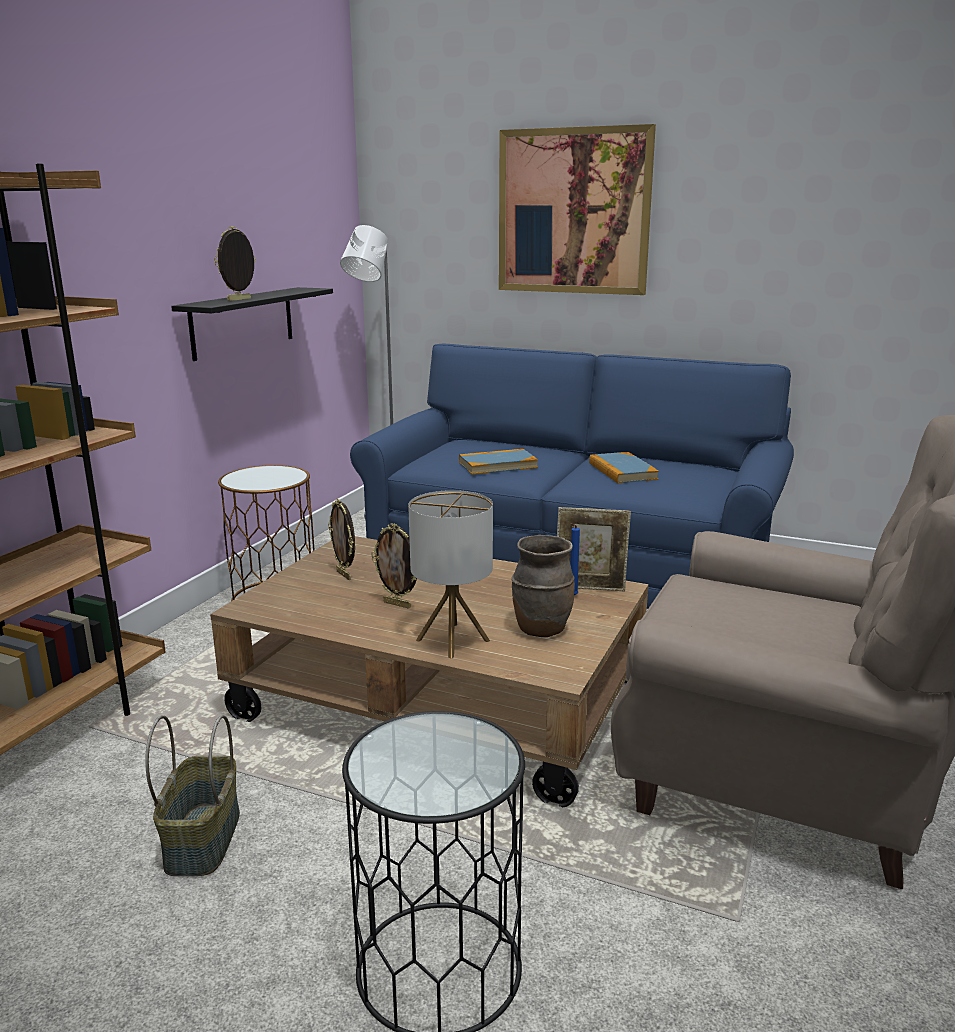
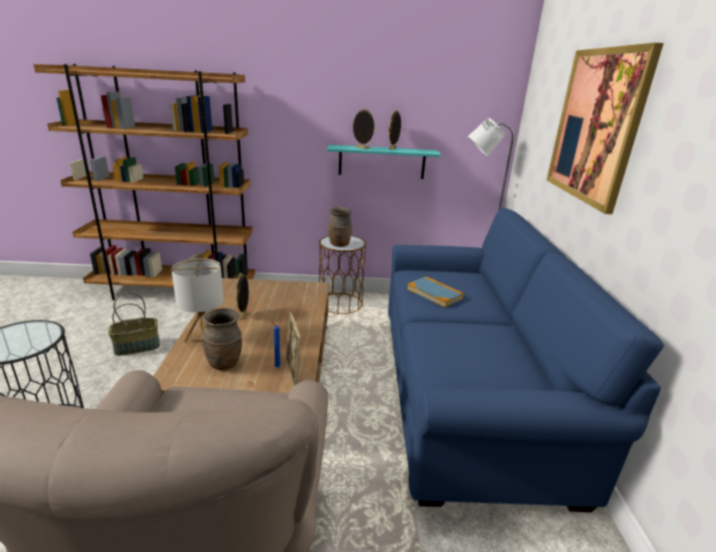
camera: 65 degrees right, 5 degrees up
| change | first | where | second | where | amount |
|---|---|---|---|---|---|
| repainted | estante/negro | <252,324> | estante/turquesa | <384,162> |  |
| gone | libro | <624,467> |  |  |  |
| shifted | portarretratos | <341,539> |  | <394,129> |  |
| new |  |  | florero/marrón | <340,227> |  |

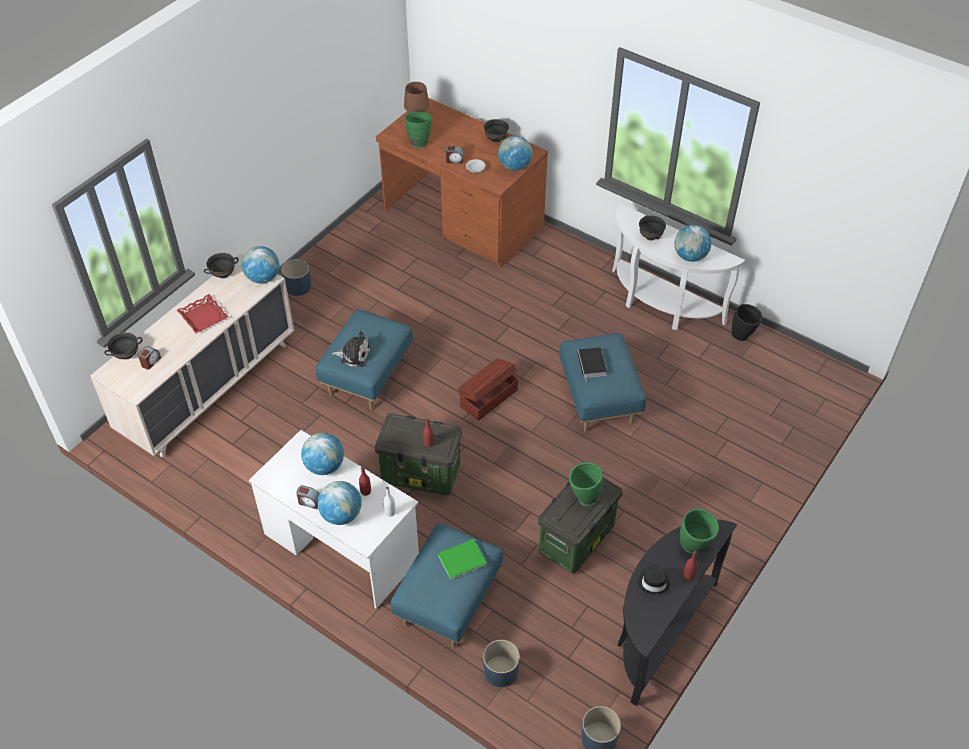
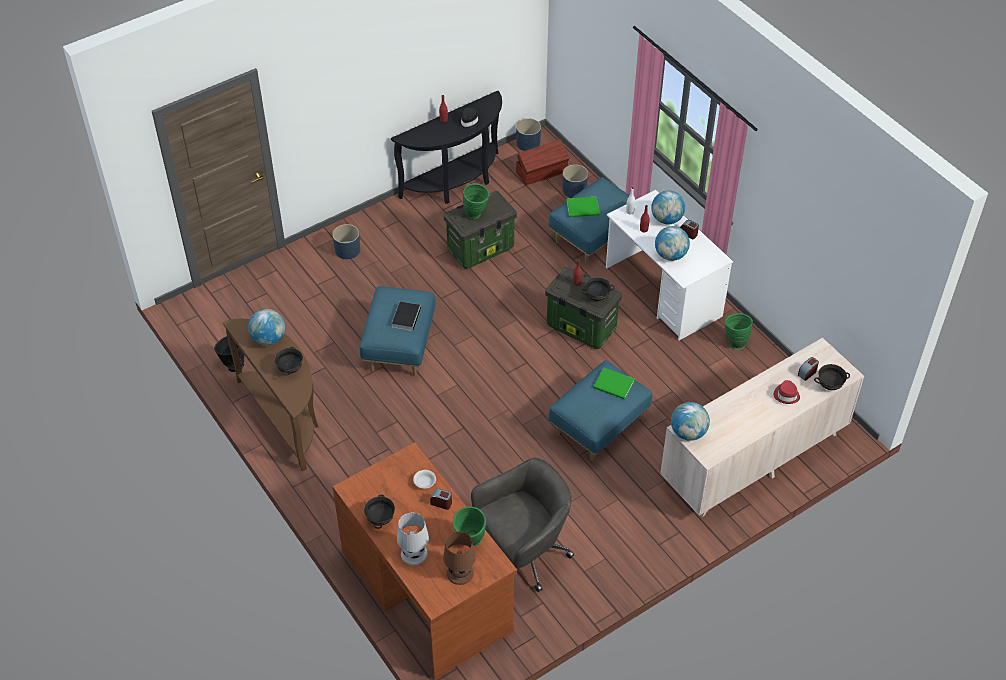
camera: 160 degrees left, 0 degrees up
| change | first | where | second | where | amount |
|---|---|---|---|---|---|
| gone | globo terráqueo | <515,153> |  |  |  |
| repainted | mesa consola/blanco | <678,266> | mesa consola/marrón | <270,395> |  |
| shifted | cuenco/negro | <221,266> |  | <598,289> |  |
| shifted | maceta/azul | <296,277> |  | <346,241> |  |
| gone | bandeja/rojo | <202,313> |  |  |  |
| swapped | peluche | <351,349> | libro/verde | <613,383> |  |
| shifted | caja de almacenaje/marrón | <487,389> |  | <542,162> |  |
| shifted | florero/verde | <699,531> |  | <739,331> |  |
| new |  |  | sombrero/rojo | <787,392> |  |
| new |  |  | silla de oficina/gris | <522,525> |  |
| new |  |  | lámpara de mesa/blanco | <413,539> |  |

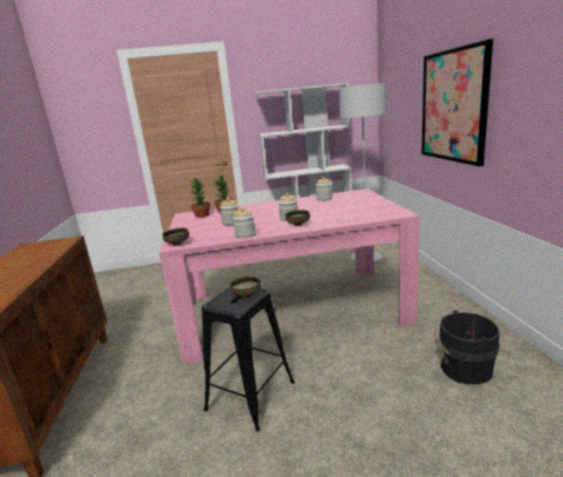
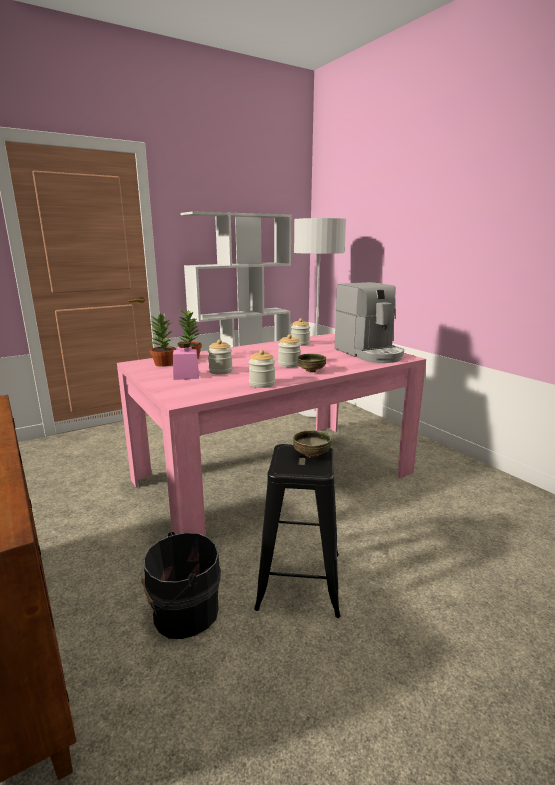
camera: 25 degrees left, 0 degrees up
| change | first | where | second | where | amount |
|---|---|---|---|---|---|
| gone | cuadro | <457,103> |  |  |  |
| gone | cuenco | <175,236> |  |  |  |
| shifted | cubo/negro | <466,347> |  | <181,585> |  |
| new |  |  | cafetera | <369,322> |  |
| new |  |  | tarro/rosa | <186,360> |  |

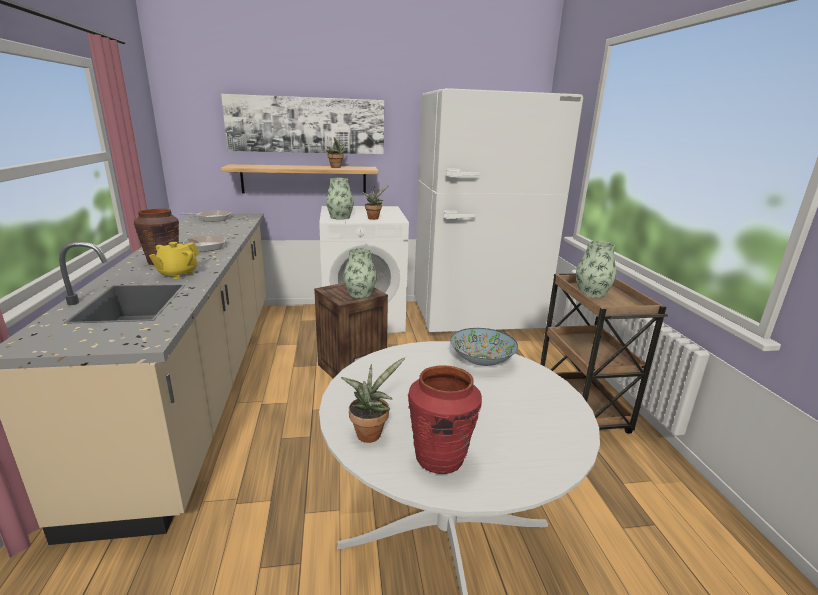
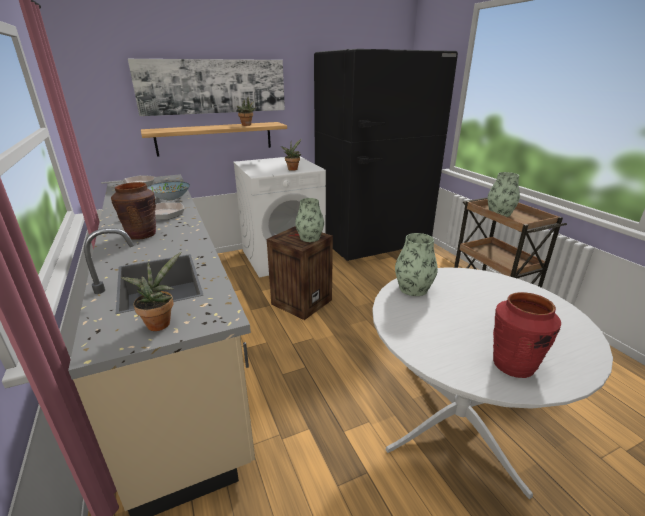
camera: 15 degrees left, 5 degrees up
| change | first | where | second | where | amount |
|---|---|---|---|---|---|
| repainted | nevera/blanco | <498,210> | nevera/negro | <386,155> |  |
| shifted | florero | <340,199> |  | <416,264> |  |
| gone | tetera/amarillo | <174,260> |  |  |  |
| shifted | cuenco | <484,347> |  | <169,190> |  |
| shifted | planta en maceta | <373,400> |  | <151,291> |  |

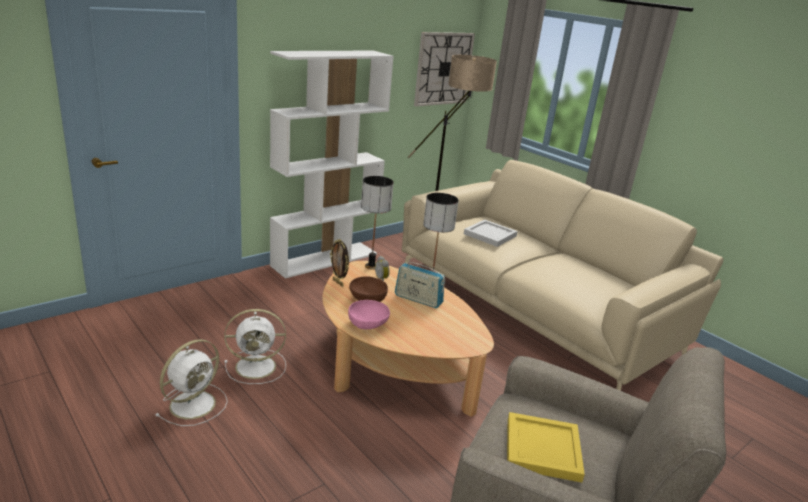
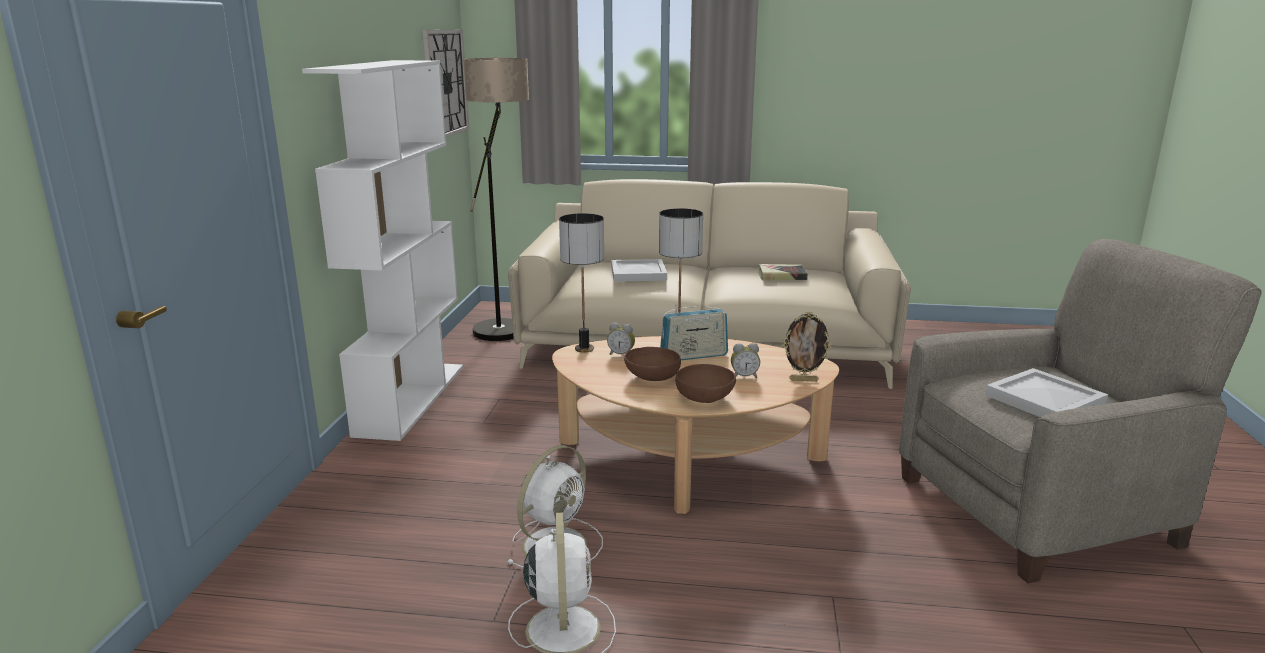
camera: 40 degrees left, 5 degrees down
| change | first | where | second | where | amount |
|---|---|---|---|---|---|
| shifted | portarretratos | <339,263> |  | <807,347> |  |
| repainted | cuenco/rosa | <369,314> | cuenco/marrón | <705,383> |  |
| repainted | bandeja/amarillo | <546,447> | bandeja/blanco | <1046,392> |  |
| new |  |  | libro | <783,272> |  |
| new |  |  | despertador | <745,360> |  |

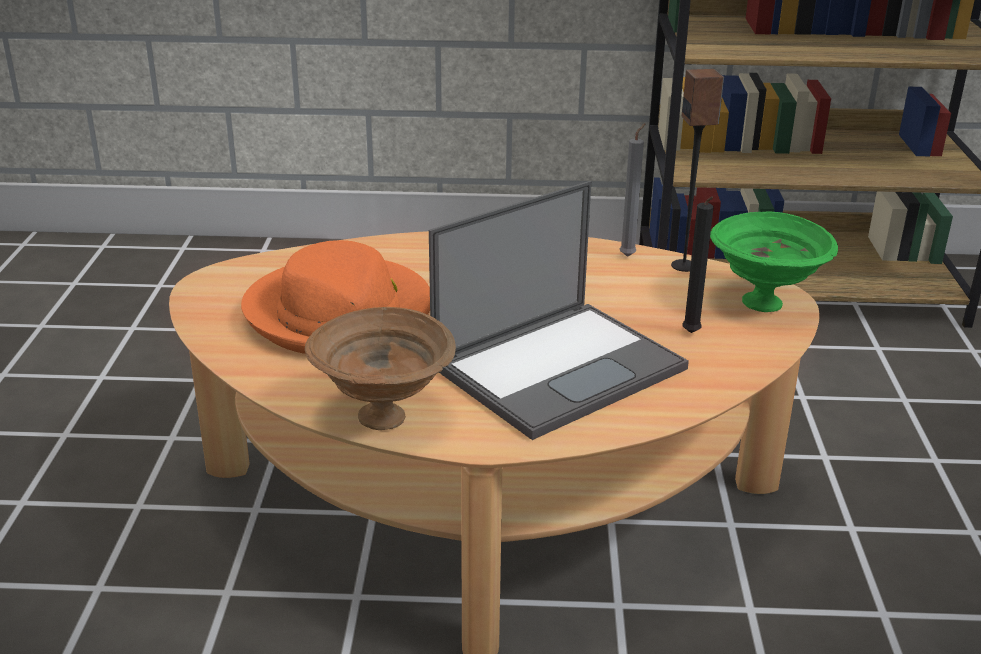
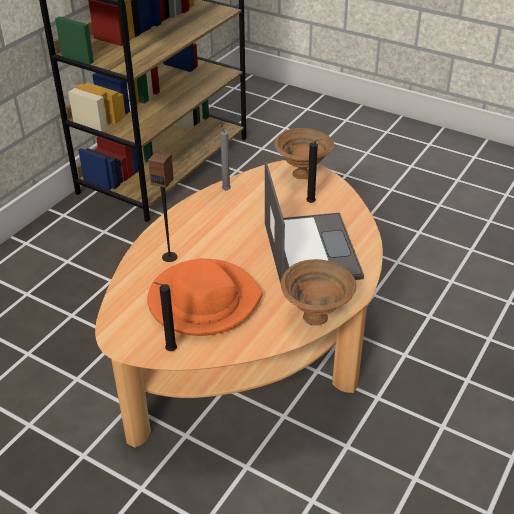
camera: 60 degrees left, 10 degrees up
| change | first | where | second | where | amount |
|---|---|---|---|---|---|
| shifted | altavoz | <697,170> |  | <162,206> |  |
| repainted | cuenco/verde | <774,261> | cuenco/marrón | <304,153> |  |
| new |  |  | vela/negro | <165,316> |  |

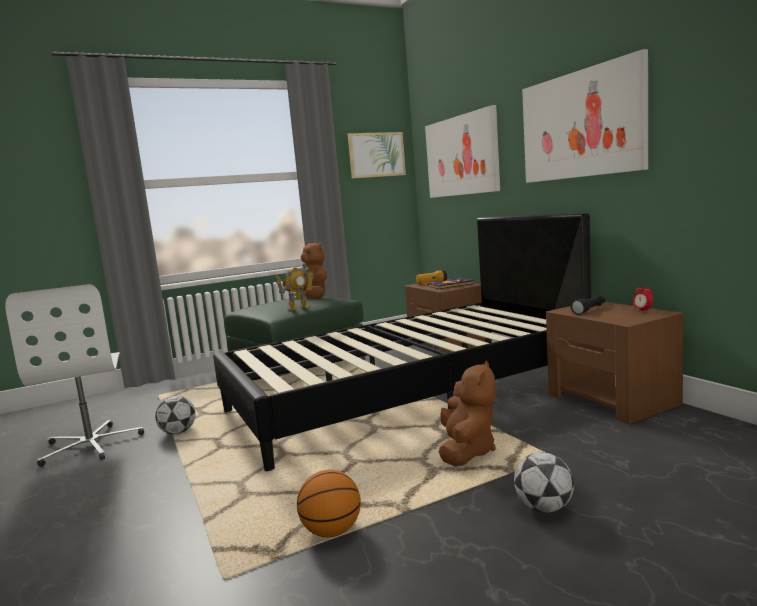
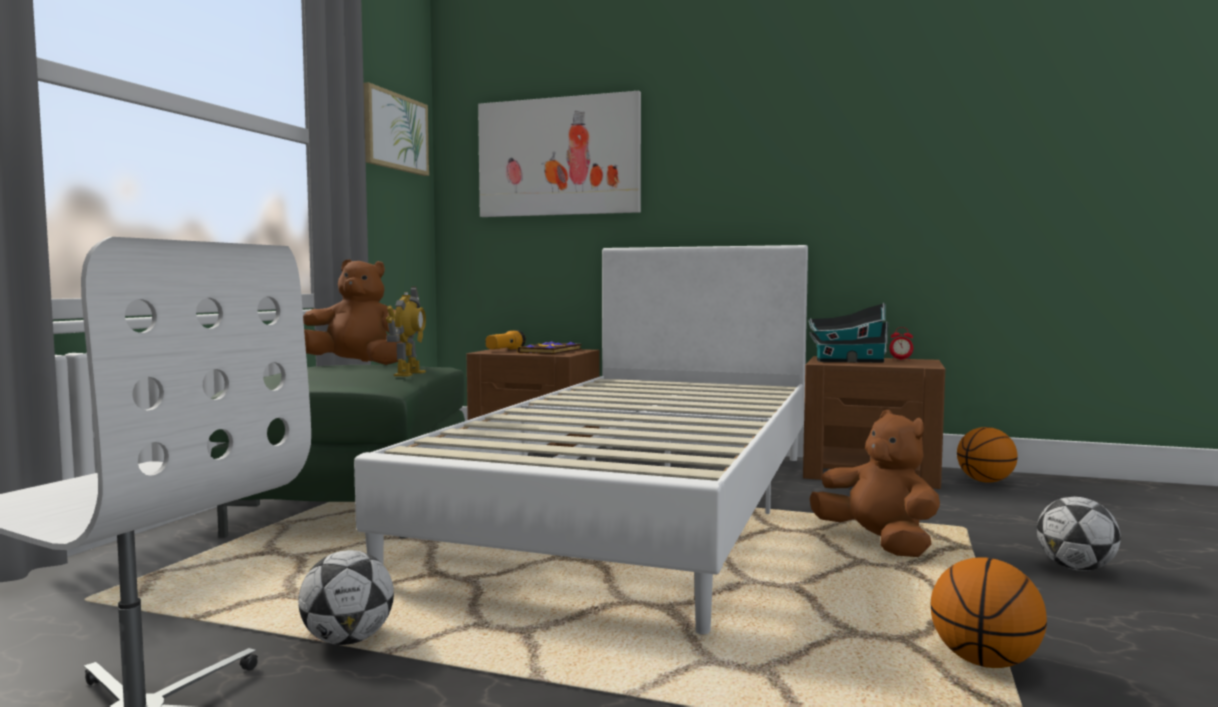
camera: 45 degrees left, 5 degrees down
| change | first | where | second | where | amount |
|---|---|---|---|---|---|
| gone | cuadro | <585,116> |  |  |  |
| repainted | cama/negro | <402,342> | cama/blanco | <581,440> |  |
| swapped | linterna/negro | <588,304> | casita | <848,332> |  |
| new |  |  | balón de baloncesto | <987,455> |  |

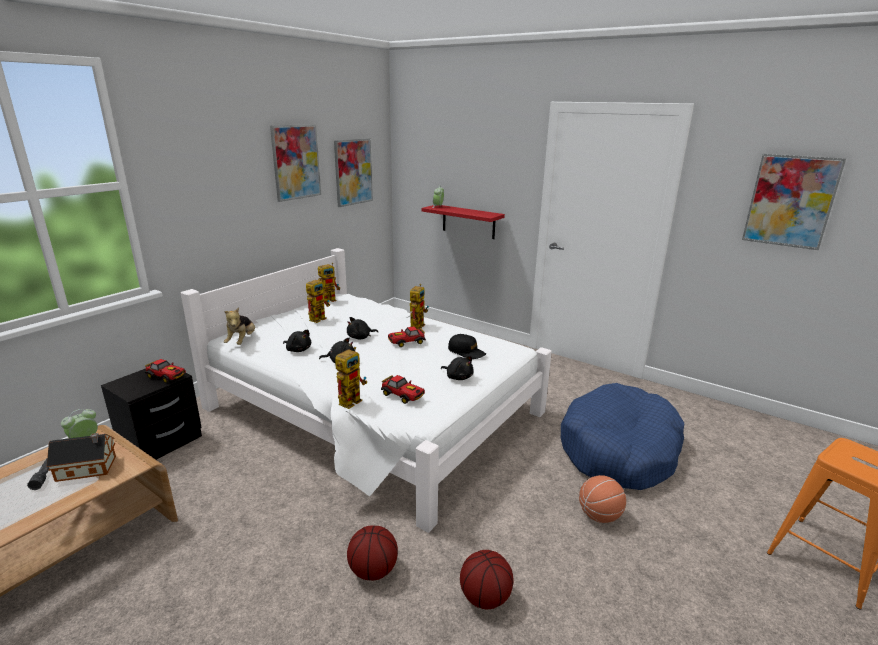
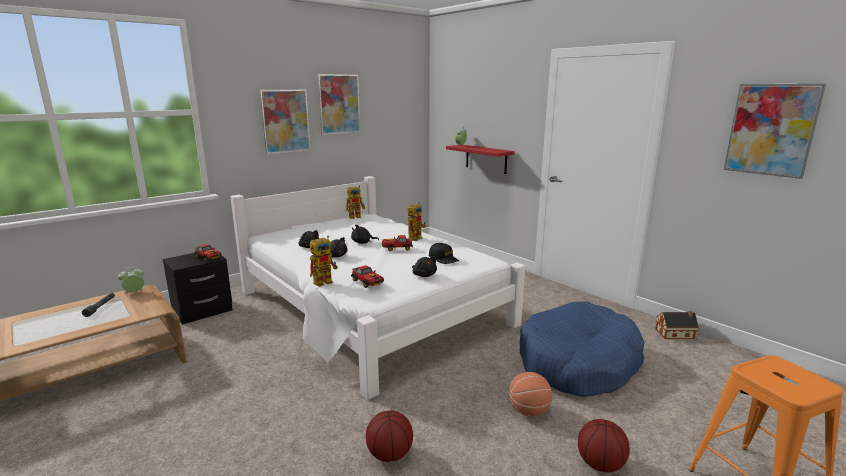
camera: 15 degrees right, 5 degrees down
| change | first | where | second | where | amount |
|---|---|---|---|---|---|
| shifted | cuadro | <353,172> |  | <285,122> |  |
| gone | robot de juguete | <318,300> |  |  |  |
| gone | peluche | <239,326> |  |  |  |
| shifted | casita | <81,457> |  | <677,325> |  |
| shifted | balón de baloncesto | <372,552> |  | <604,445> |  |

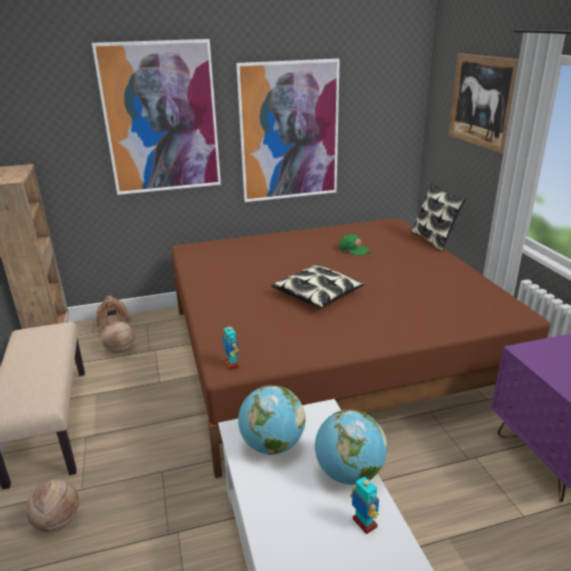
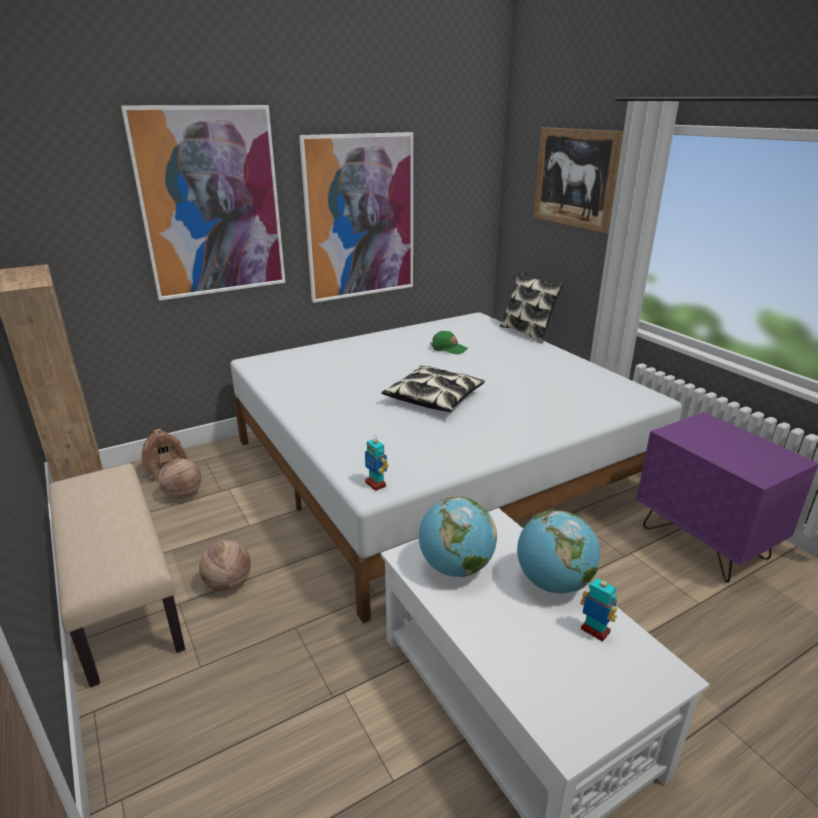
camera: 15 degrees left, 0 degrees up
| change | first | where | second | where | amount |
|---|---|---|---|---|---|
| repainted | cama/marrón | <360,348> | cama/blanco | <456,467> |  |
| shifted | balón de baloncesto | <52,505> |  | <225,565> |  |

